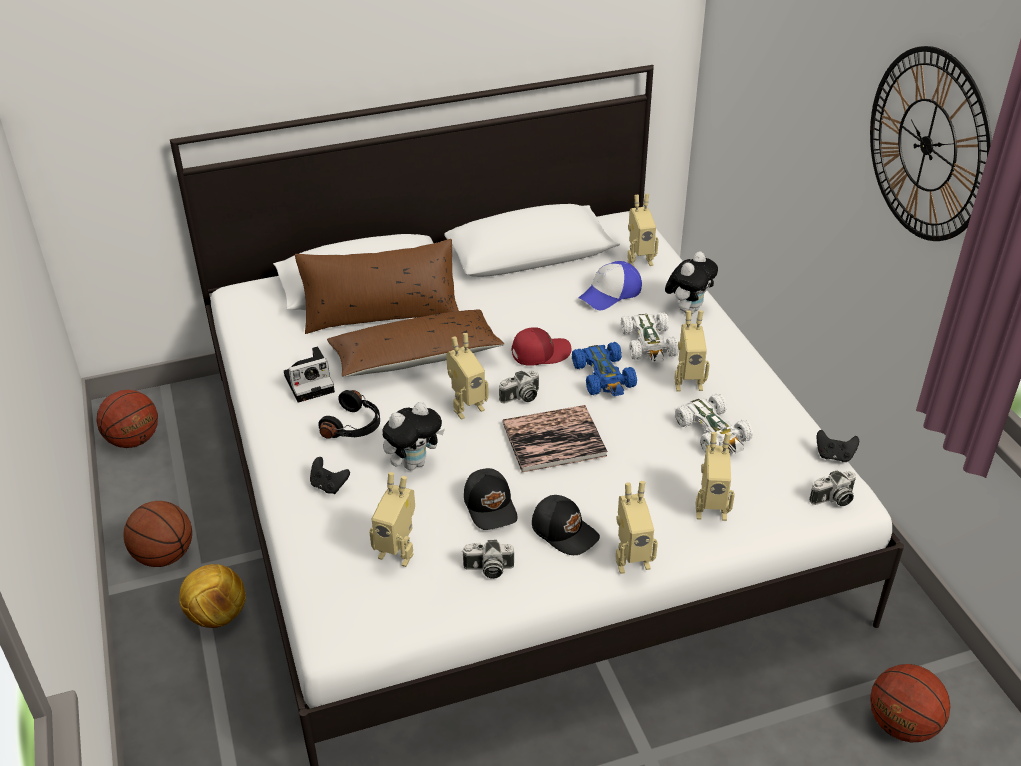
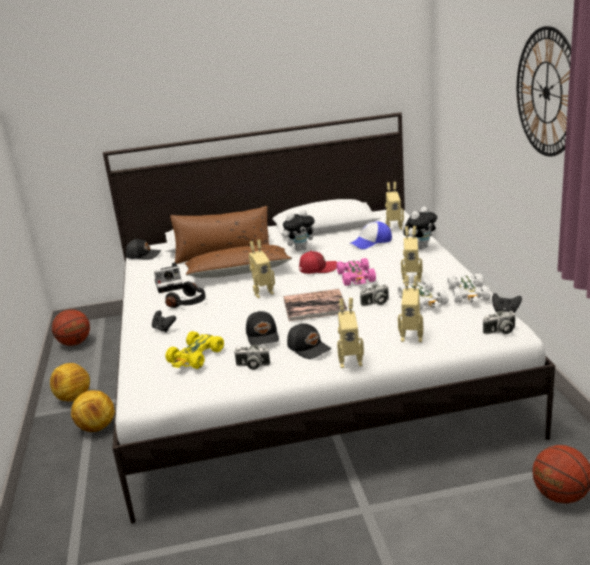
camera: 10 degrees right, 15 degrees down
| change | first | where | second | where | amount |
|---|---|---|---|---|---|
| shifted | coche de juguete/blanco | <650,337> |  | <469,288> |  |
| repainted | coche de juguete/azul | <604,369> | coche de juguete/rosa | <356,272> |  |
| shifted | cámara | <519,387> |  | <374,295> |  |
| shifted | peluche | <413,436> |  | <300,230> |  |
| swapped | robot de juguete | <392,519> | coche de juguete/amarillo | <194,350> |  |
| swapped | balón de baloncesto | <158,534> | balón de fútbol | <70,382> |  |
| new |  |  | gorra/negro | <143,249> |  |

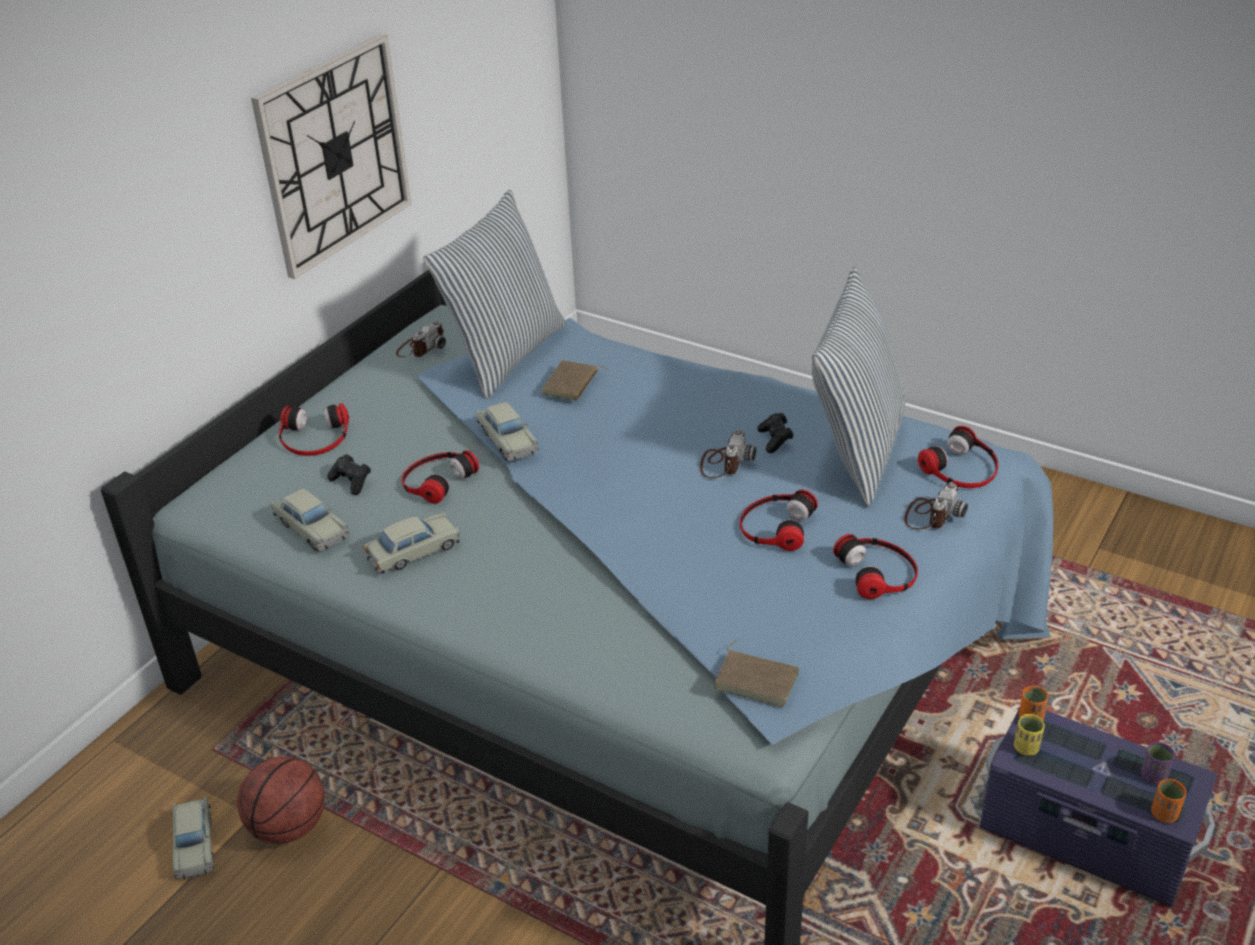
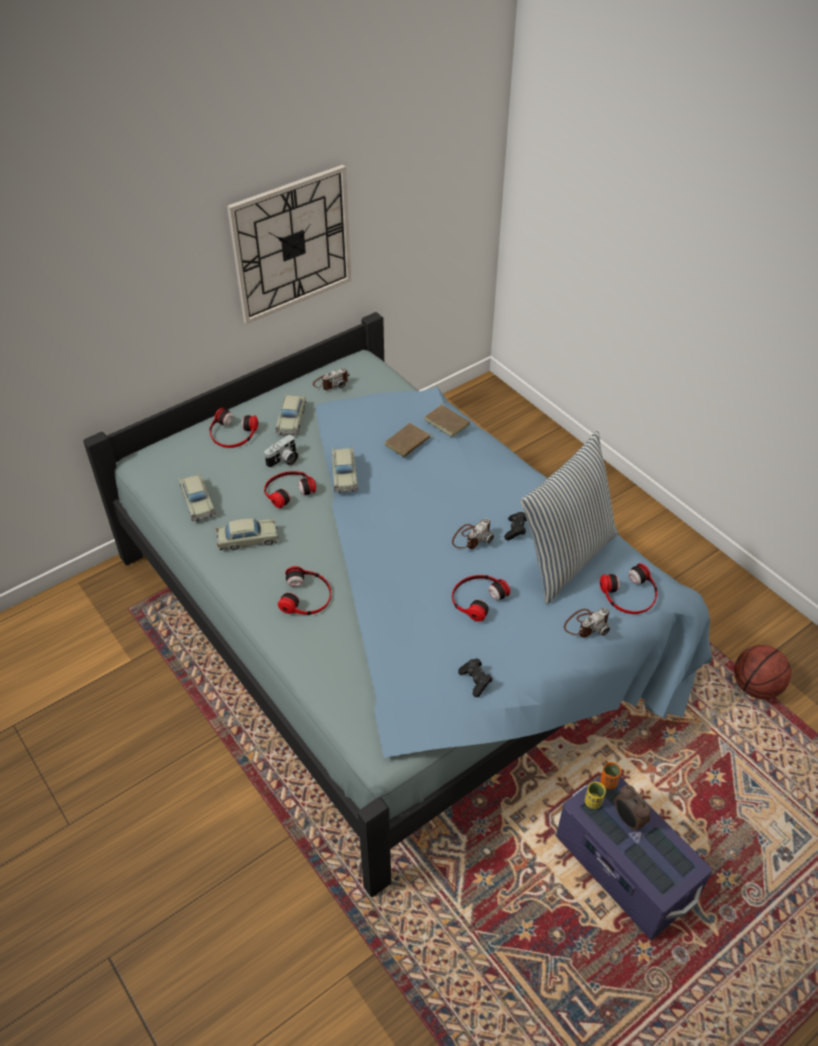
camera: 20 degrees right, 10 degrees up
| change | first | where | second | where | amount |
|---|---|---|---|---|---|
| gone | cojín | <495,294> |  |  |  |
| shifted | mando de consola/negro | <349,474> |  | <475,677> |  |
| shifted | auriculares | <875,566> |  | <304,590> |  |
| shifted | libro/marrón | <756,673> |  | <447,419> |  |
| gone | taza/morado | <1158,763> |  |  |  |
| shifted | balón de baloncesto | <281,800> |  | <762,672> |  |
| gone | taza/naranja | <1168,801> |  |  |  |
| shifted | coche de juguete/beis | <194,837> |  | <290,414> |  |
| new |  |  | cámara | <281,451> |  |
| new |  |  | despertador | <632,808> |  |

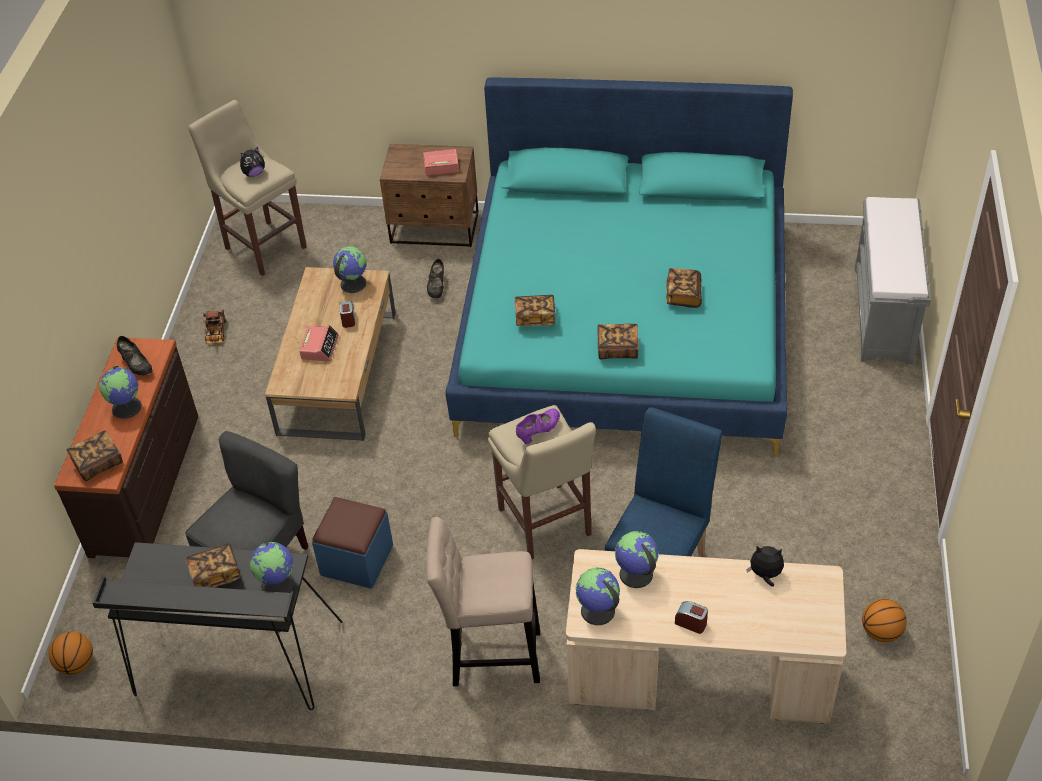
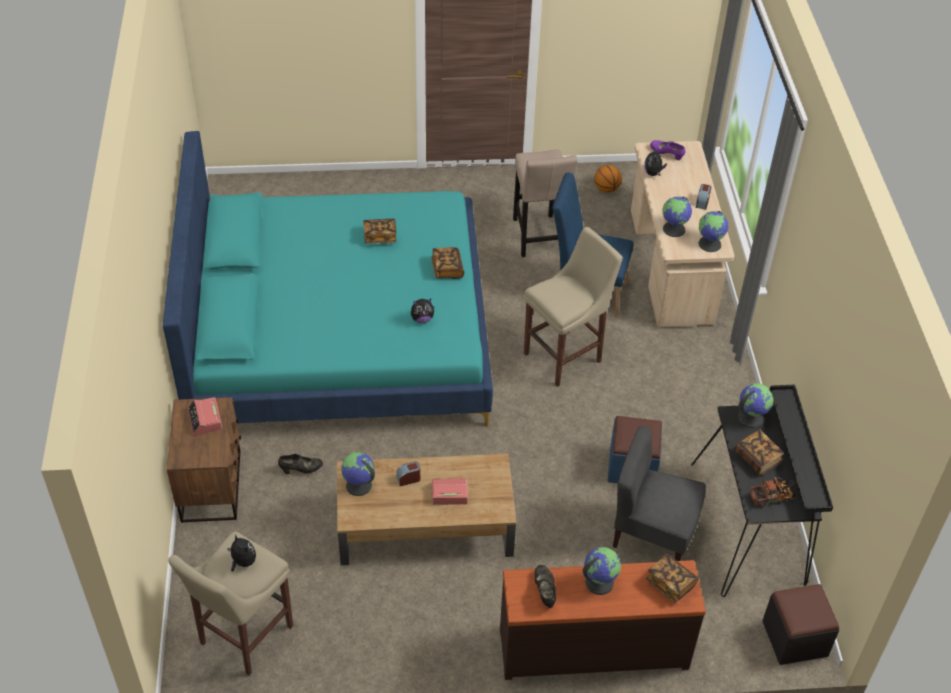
camera: 105 degrees left, 0 degrees up
| change | first | where | second | where | amount |
|---|---|---|---|---|---|
| gone | banco/gris | <893,280> |  |  |  |
| swapped | libro | <534,310> | peluche | <423,311> |  |
| shifted | camión de juguete | <214,326> |  | <775,492> |  |
| rotated | zapato/negro | <135,355> |  | <545,586> | 45 degrees counterclockwise |
| shifted | zapato/morado | <538,426> |  | <668,150> |  |
| shifted | taburete/beis | <483,601> |  | <545,203> |  |
| swapped | balón de baloncesto | <70,653> | puf/negro | <800,624> |  |

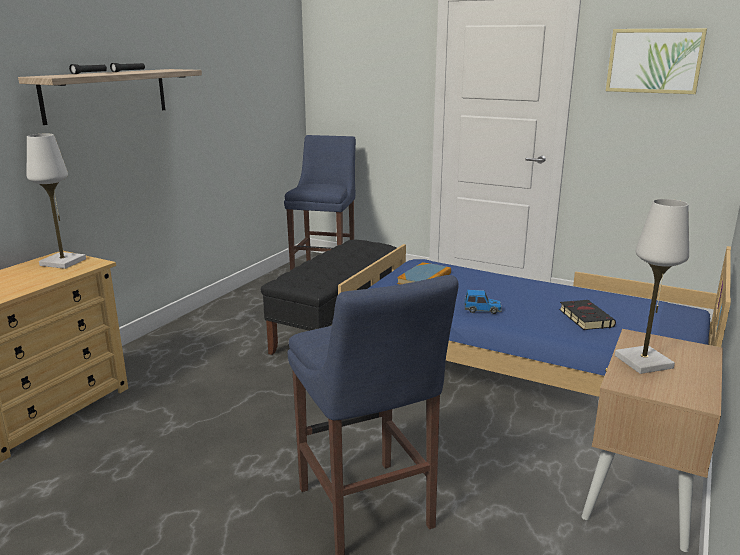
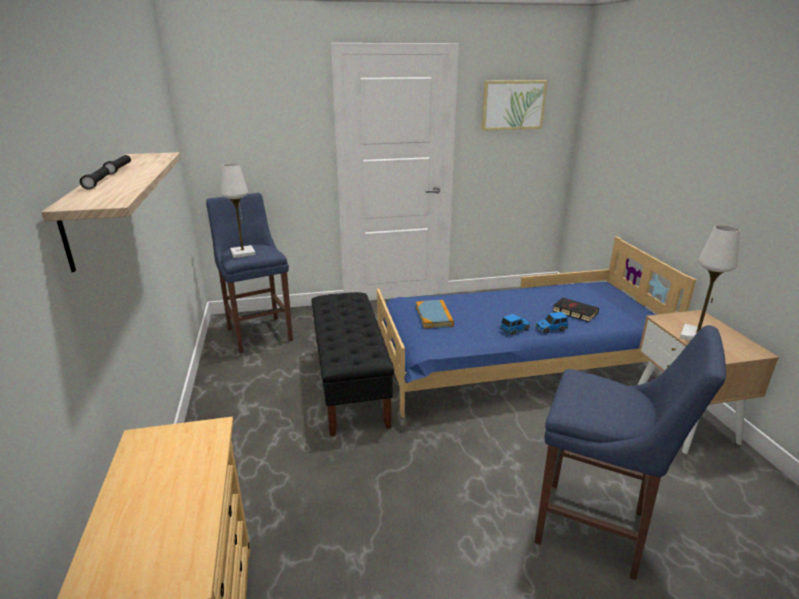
camera: 40 degrees left, 5 degrees up
| change | first | where | second | where | amount |
|---|---|---|---|---|---|
| shifted | lámpara de mesa/blanco | <56,201> |  | <238,210> |  |
| new |  |  | coche de juguete | <552,322> |  |

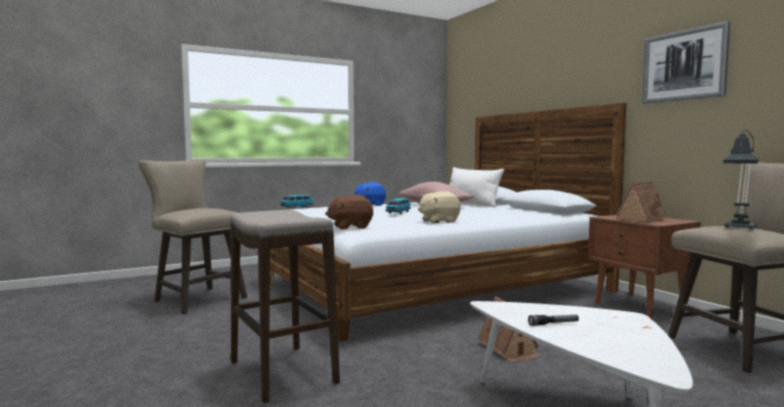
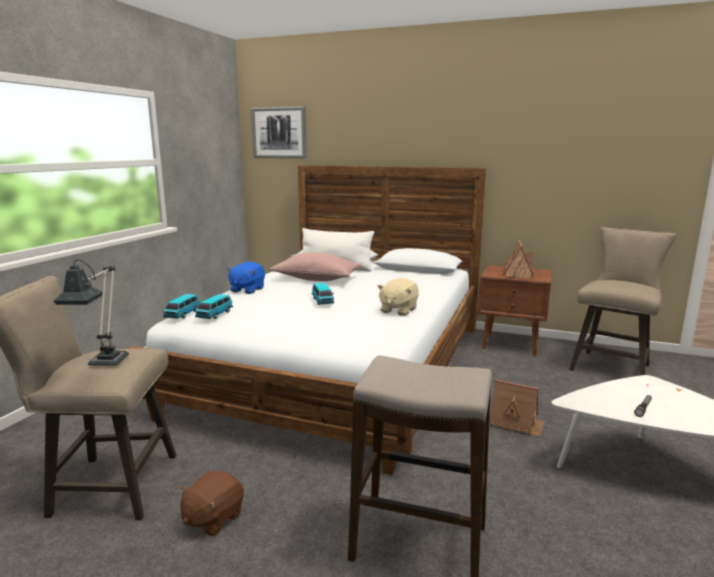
camera: 40 degrees left, 10 degrees up
| change | first | where | second | where | amount |
|---|---|---|---|---|---|
| shifted | cuadro | <686,62> |  | <279,132> |  |
| shifted | lámpara de mesa | <741,179> |  | <91,312> |  |
| shifted | peluche/marrón | <349,212> |  | <211,503> |  |
| new |  |  | coche de juguete | <214,306> |  |

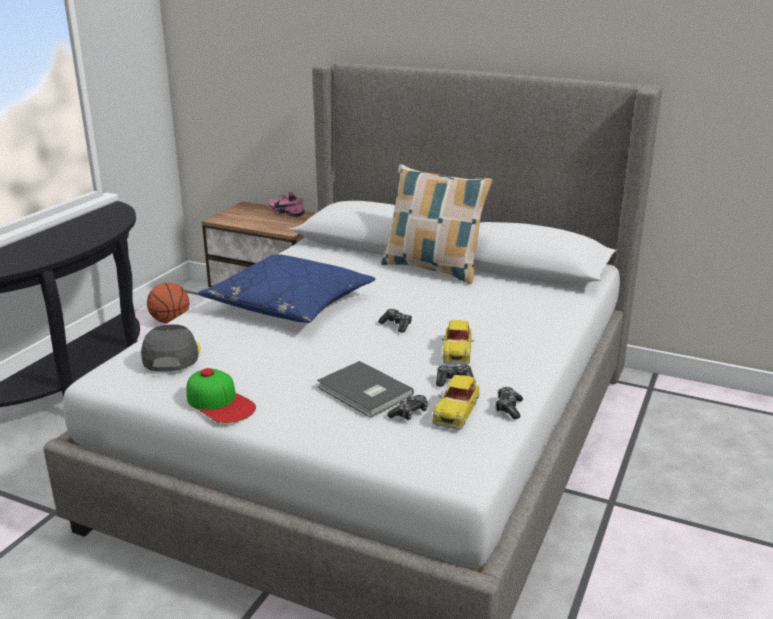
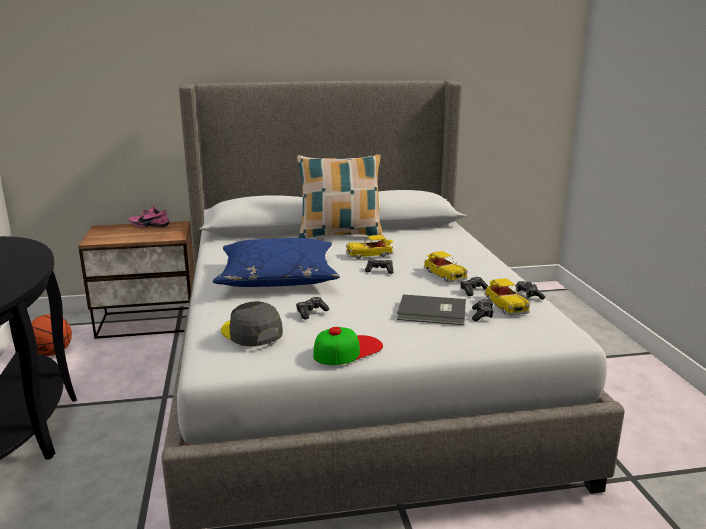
camera: 35 degrees left, 5 degrees down
| change | first | where | second | where | amount |
|---|---|---|---|---|---|
| rotated | gorra | <221,395> |  | <348,346> | 45 degrees counterclockwise |
| new |  |  | coche de juguete | <369,247> |  |
| new |  |  | mando de consola | <312,308> |  |

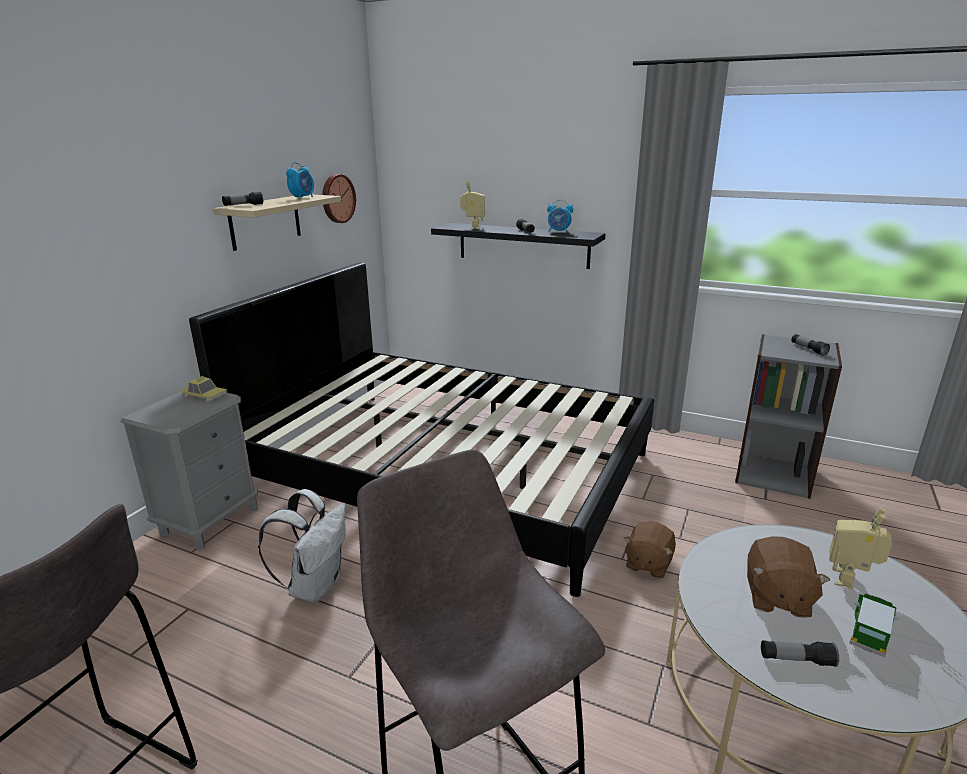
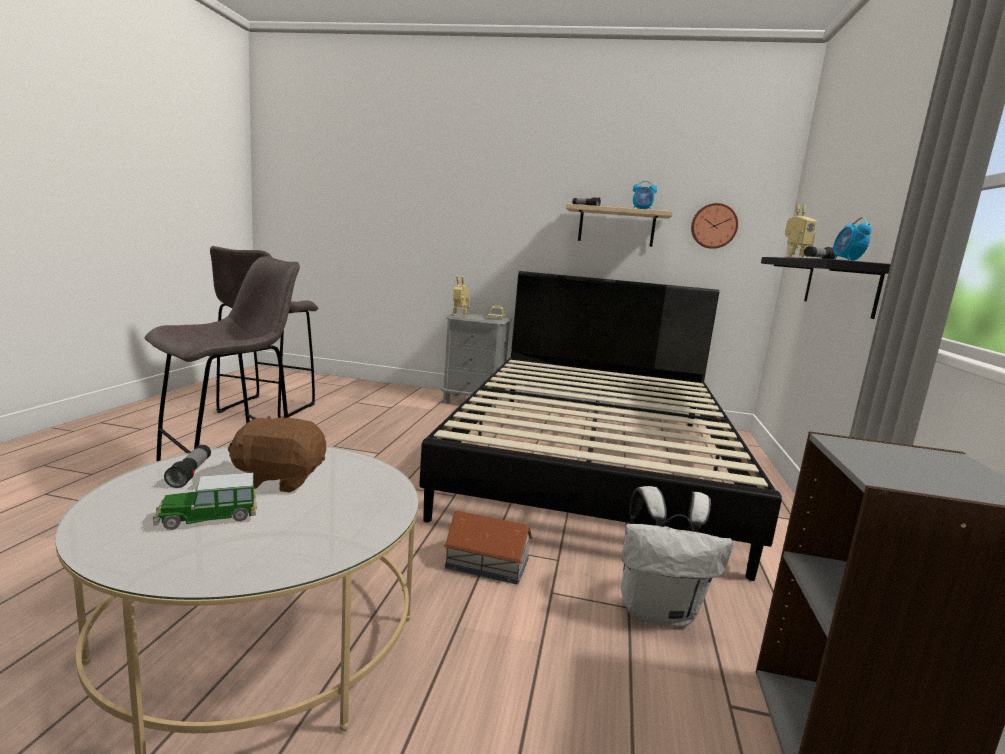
camera: 75 degrees right, 10 degrees down
| change | first | where | second | where | amount |
|---|---|---|---|---|---|
| gone | linterna | <810,345> |  |  |  |
| shifted | mochila/blanco | <302,546> |  | <676,556> |  |
| shifted | robot de juguete | <860,549> |  | <461,296> |  |
| swapped | peluche/marrón | <650,550> | casita | <488,548> |  |
| rotated | coche de juguete | <874,625> |  | <205,501> | 135 degrees clockwise |

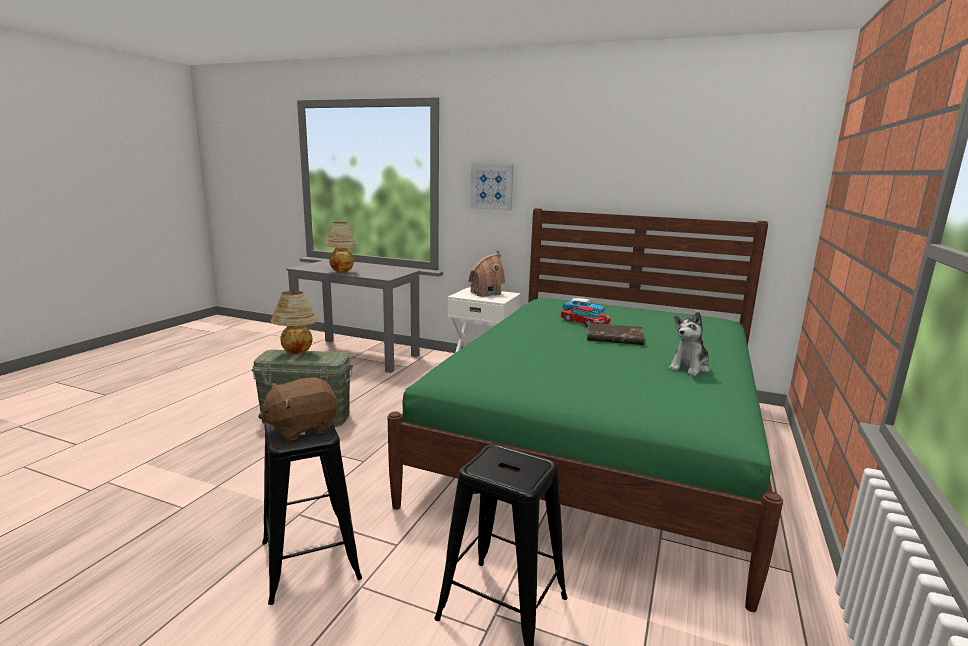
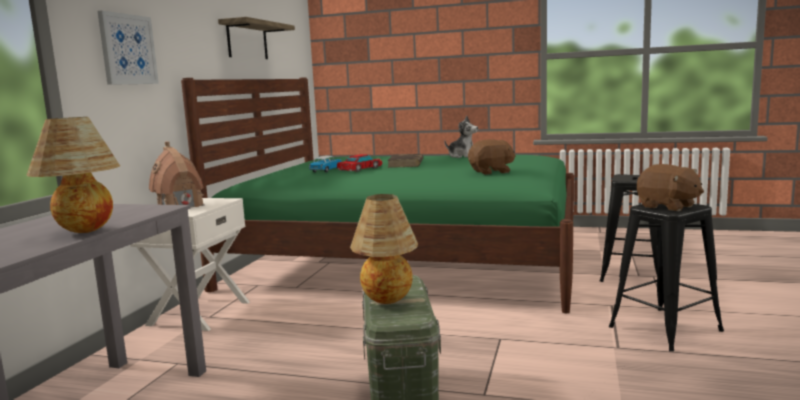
camera: 95 degrees left, 5 degrees down
| change | first | where | second | where | amount |
|---|---|---|---|---|---|
| new |  |  | estante | <256,38> |  |
| new |  |  | peluche/marrón | <492,157> |  |

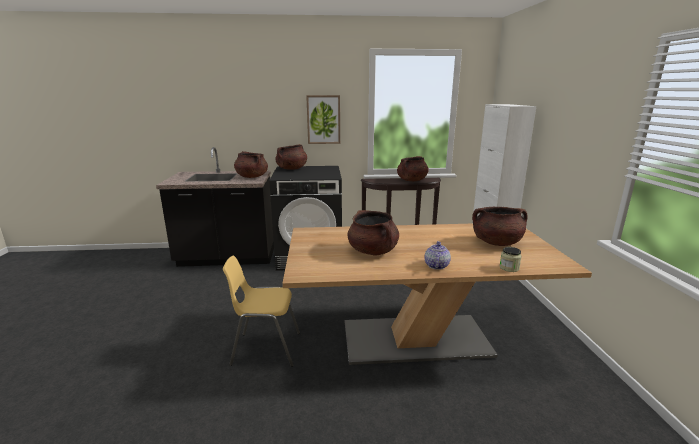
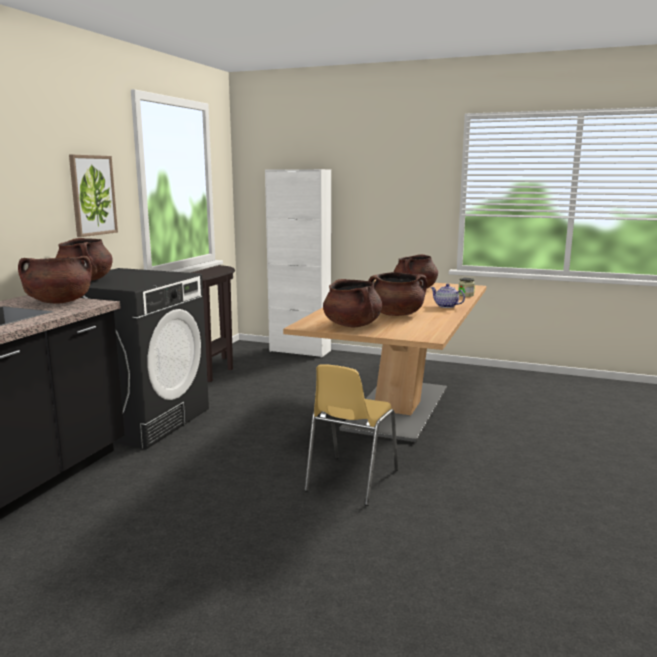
camera: 65 degrees left, 5 degrees down
| change | first | where | second | where | amount |
|---|---|---|---|---|---|
| shifted | olla/marrón | <413,168> |  | <352,303> |  |

